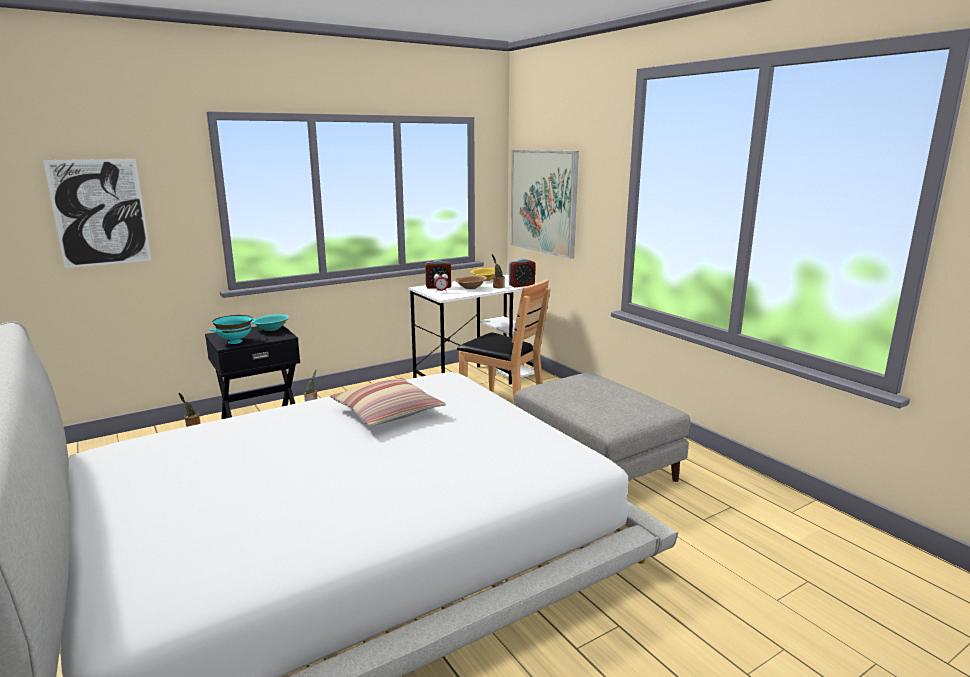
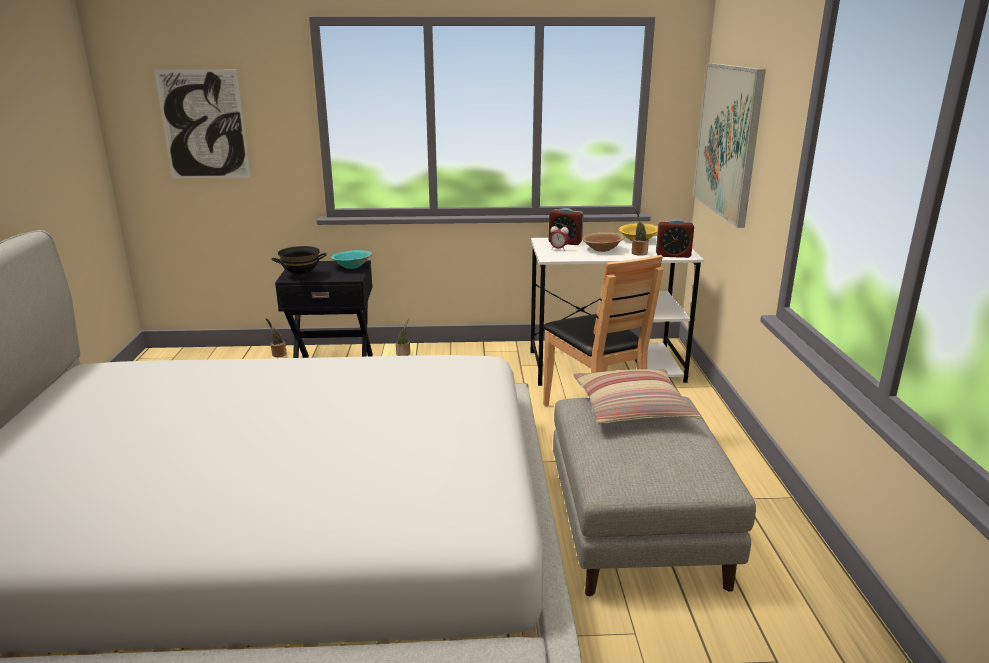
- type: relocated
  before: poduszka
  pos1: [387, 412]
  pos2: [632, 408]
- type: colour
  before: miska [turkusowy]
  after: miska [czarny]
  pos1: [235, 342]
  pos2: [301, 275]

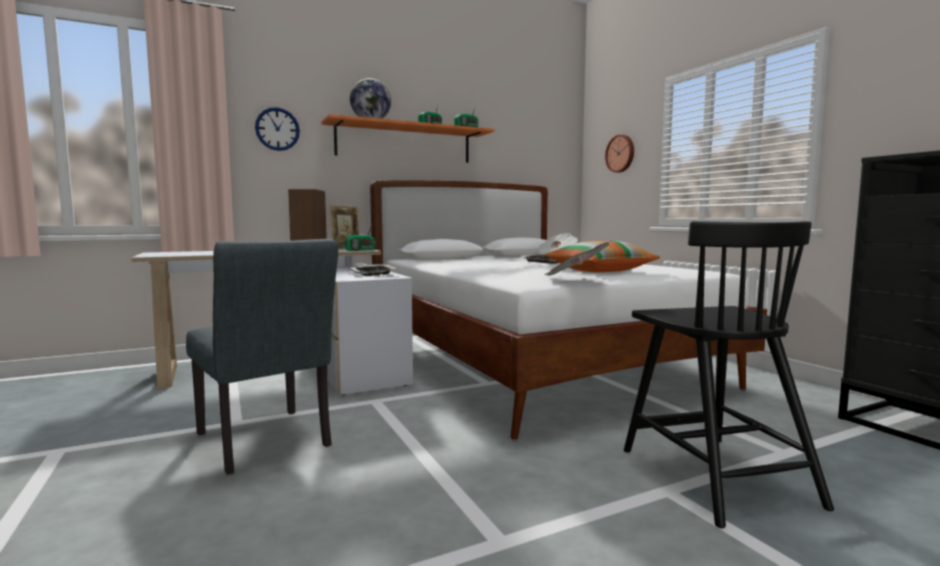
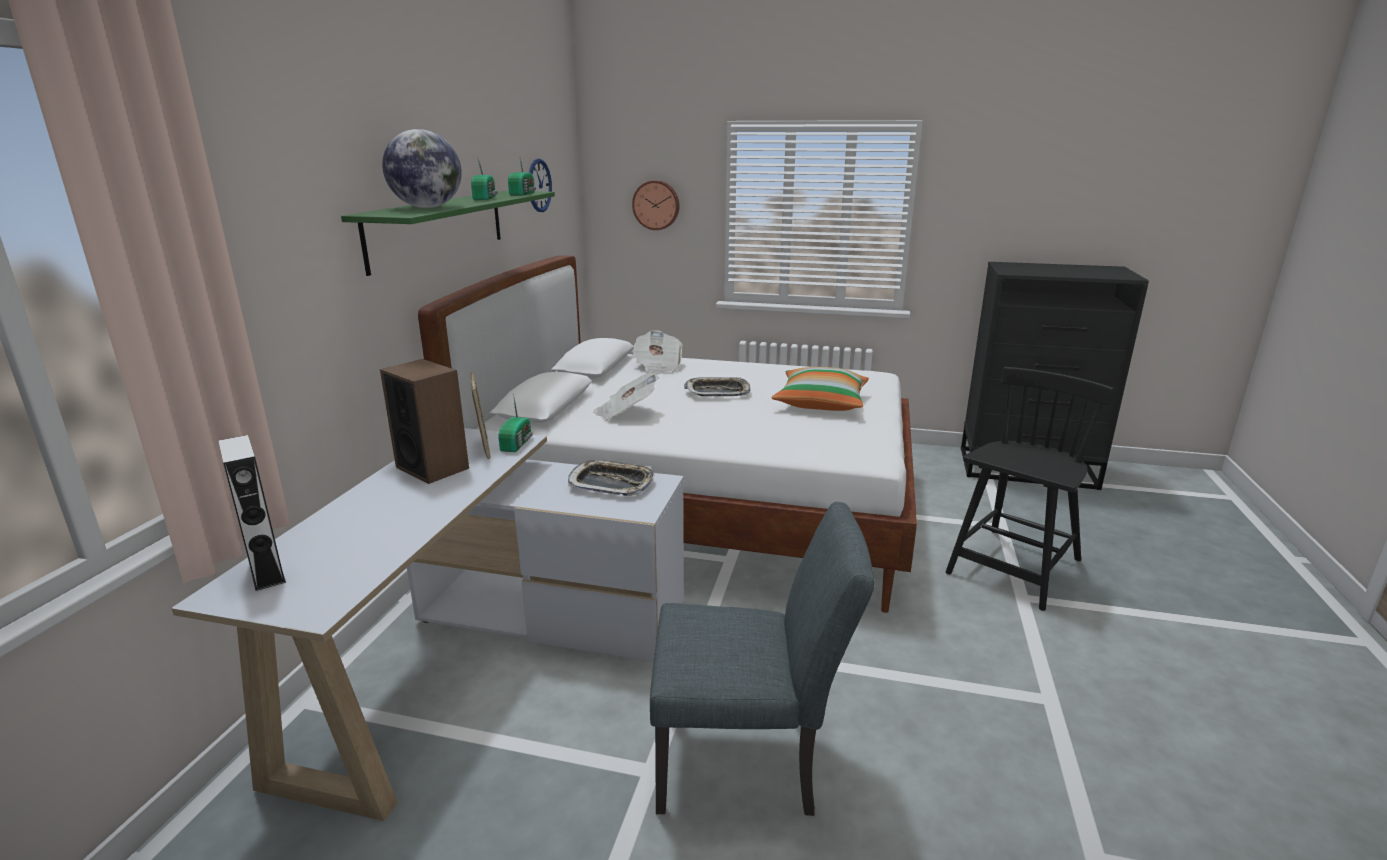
- type: appeared
  after: głośnik [biały]
  pos2: [266, 571]
- type: relocated
  before: zegar ścienny
  pos1: [277, 129]
  pos2: [539, 185]
- type: relocated
  before: gazeta
  pos1: [575, 278]
  pos2: [626, 413]
- type: colour
  before: półka [pomarańczowy]
  after: półka [zielony]
  pos1: [405, 143]
  pos2: [439, 228]
- type: spun
  before: krzesło [czarny]
  pos1: [714, 475]
  pos2: [1014, 568]
  turn: -75

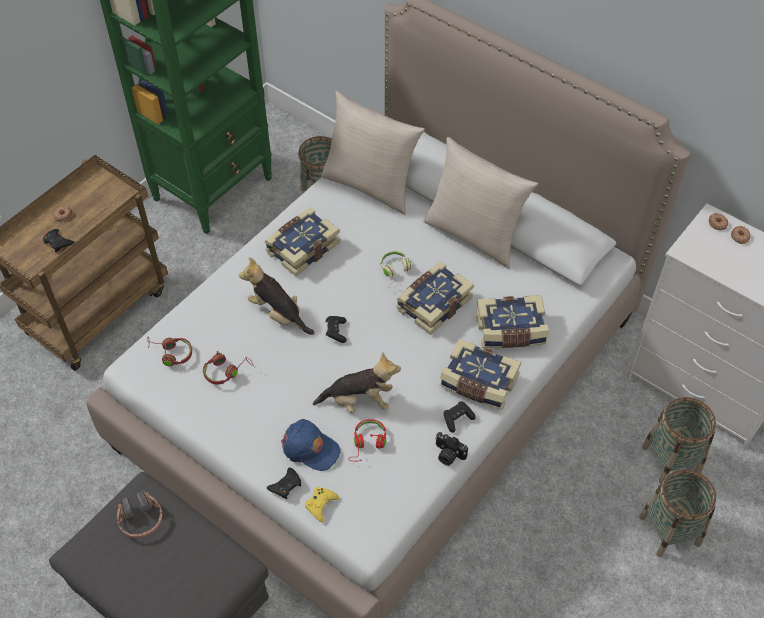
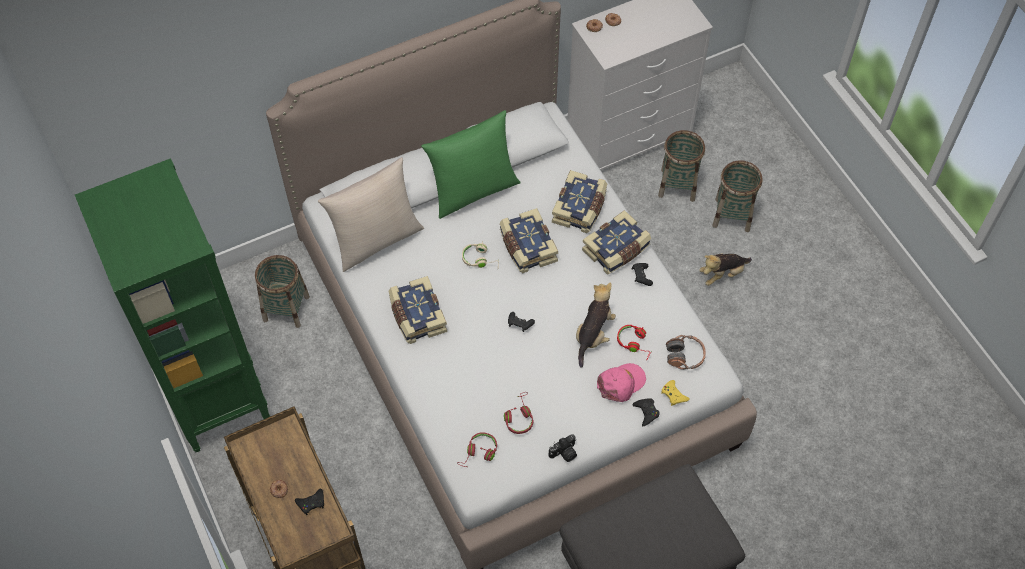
- type: relocated
  before: słuchawki
  pos1: [141, 519]
  pos2: [685, 356]
- type: relocated
  before: pluszak
  pos1: [278, 314]
  pos2: [722, 274]
- type: relocated
  before: aparat fotograficzny
  pos1: [448, 455]
  pos2: [564, 453]
- type: colour
  before: czapka z daszkiem [niebieski]
  after: czapka z daszkiem [różowy]
  pos1: [310, 448]
  pos2: [621, 383]
- type: colour
  before: poduszka [beżowy]
  after: poduszka [zielony]
  pos1: [474, 235]
  pos2: [473, 190]

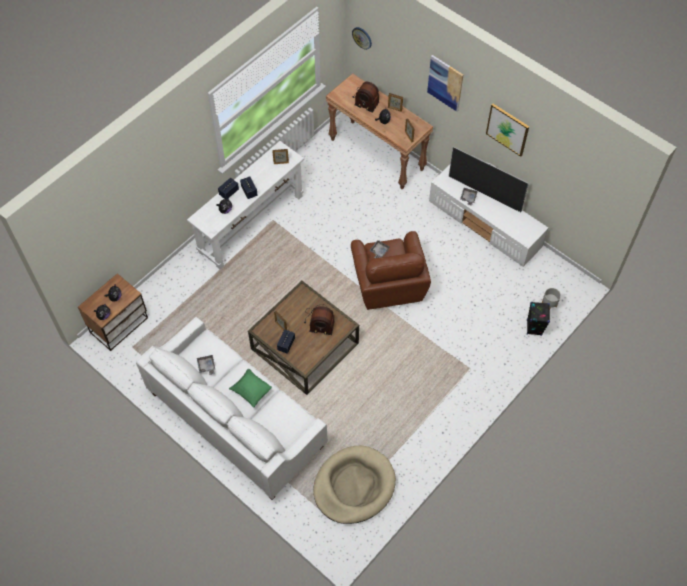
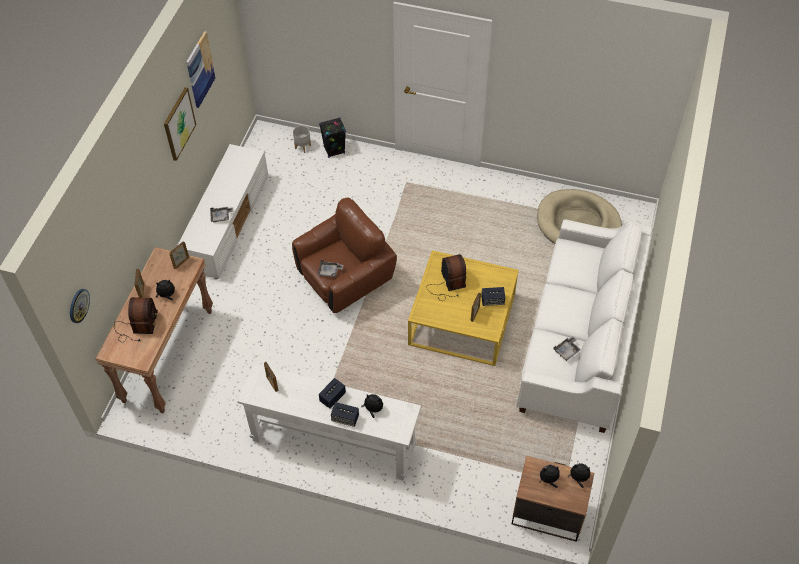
- type: missing
  before: poduszka [zielony]
  pos1: [251, 391]
- type: missing
  before: telewizor
  pos1: [484, 193]
- type: relocated
  before: obraz
  pos1: [445, 83]
  pos2: [200, 69]
- type: colour
  before: ława [brązowy]
  after: ława [żółty]
  pos1: [304, 346]
  pos2: [462, 320]

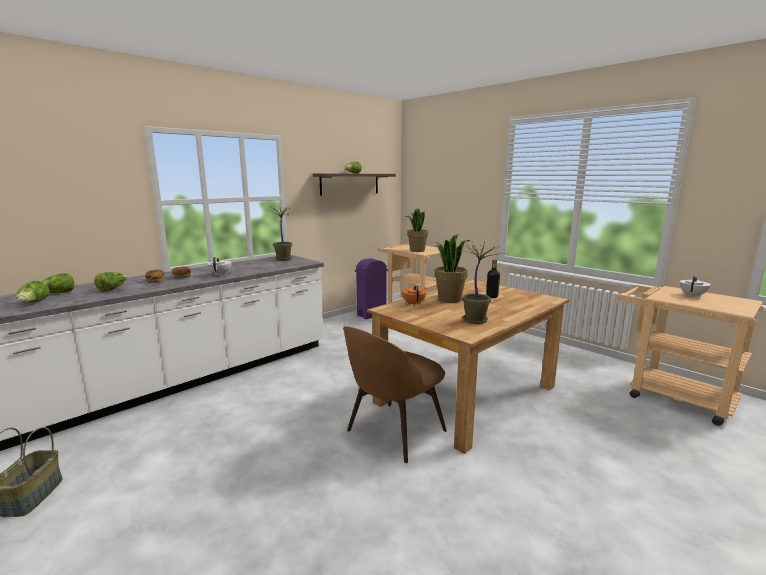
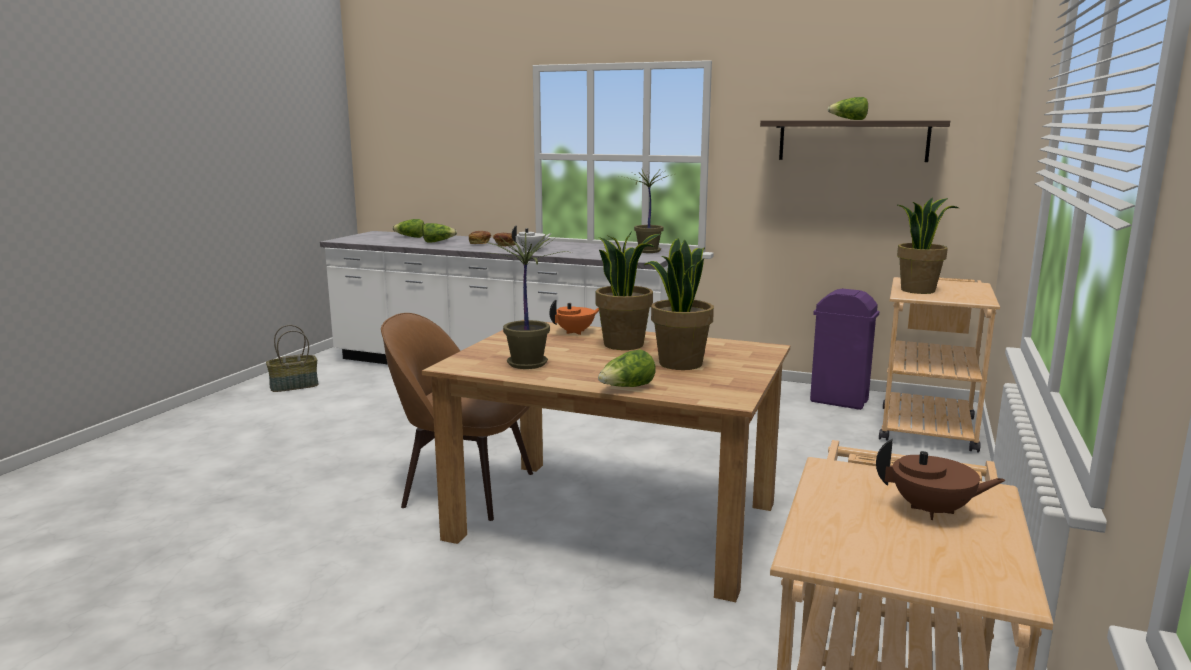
- type: relocated
  before: sałata
  pos1: [33, 303]
  pos2: [627, 388]
- type: exchanged
  before: butelka [czarny]
  after: roślina doniczkowa
  pos1: [492, 296]
  pos2: [679, 363]
- type: colour
  before: imbryk [biały]
  after: imbryk [brązowy]
  pos1: [692, 295]
  pos2: [932, 511]

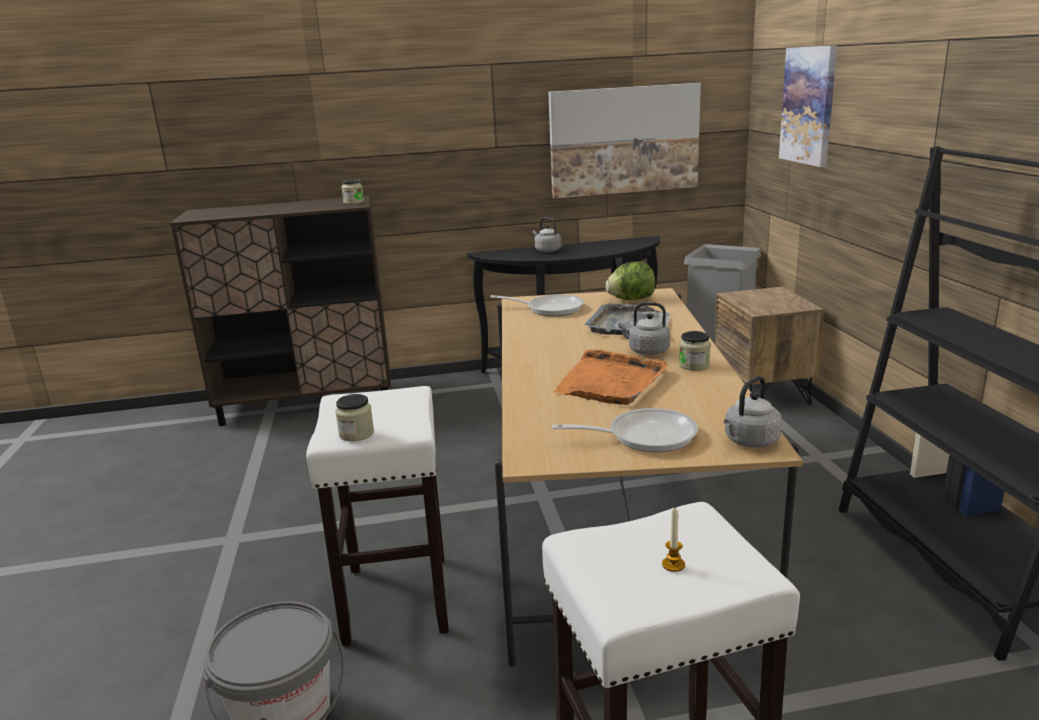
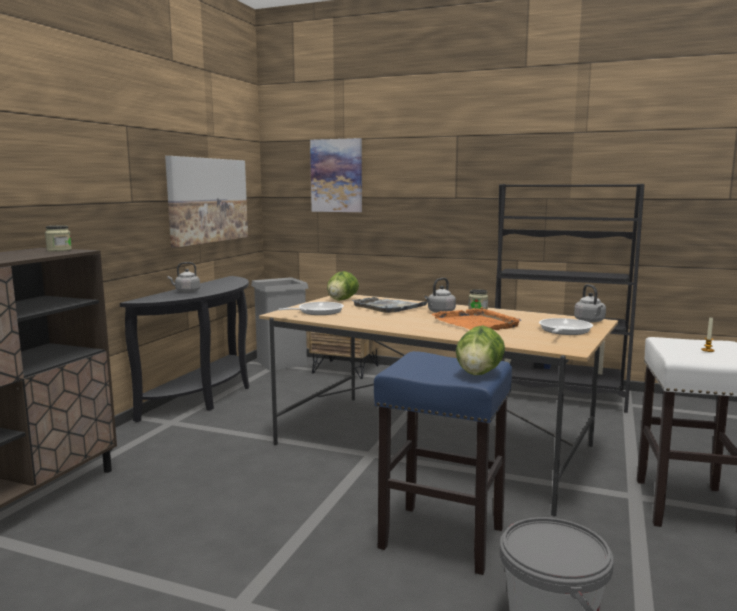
- type: exchanged
  before: słoik
  after: sałata
  pos1: [356, 434]
  pos2: [479, 373]
- type: colour
  before: stołek [biały]
  after: stołek [niebieski]
  pos1: [396, 597]
  pos2: [440, 537]

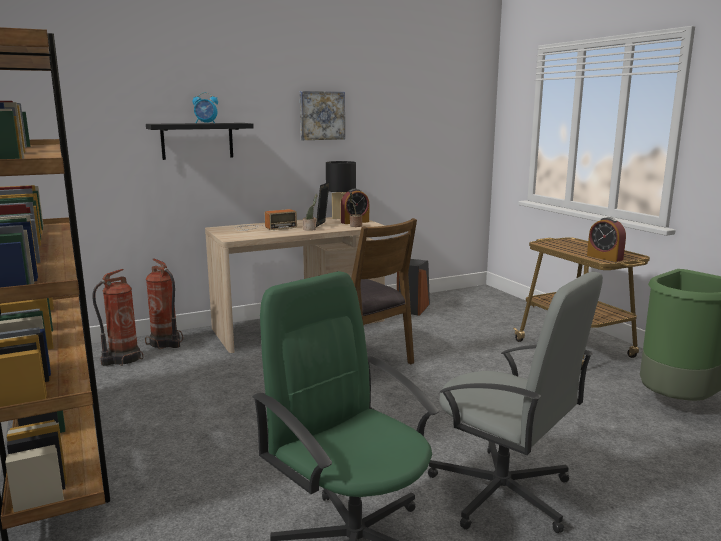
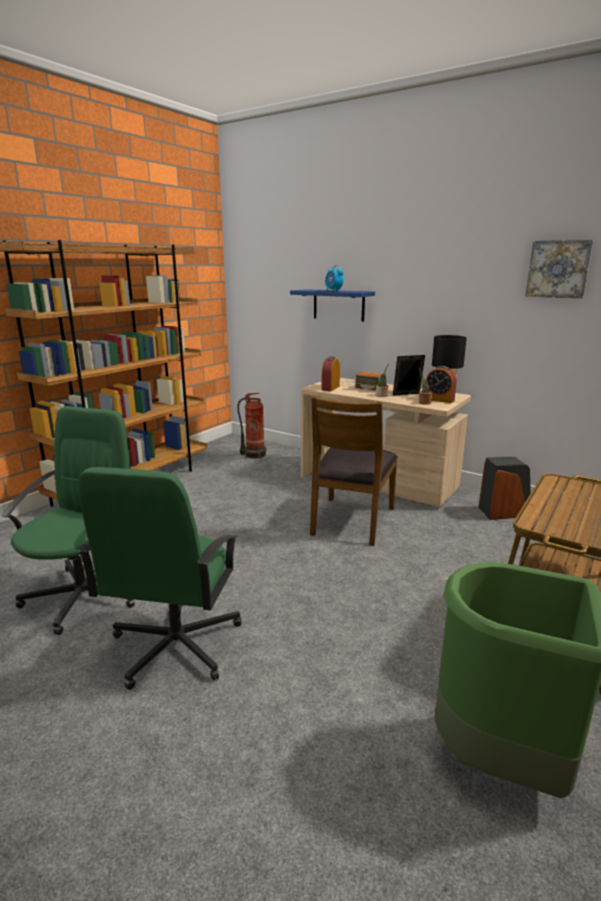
- type: missing
  before: gaśnica
  pos1: [165, 344]
- type: relocated
  before: obraz
  pos1: [321, 115]
  pos2: [558, 269]
- type: relocated
  before: budzik
  pos1: [604, 257]
  pos2: [330, 388]
- type: colour
  before: półka [czarny]
  after: półka [niebieski]
  pos1: [197, 141]
  pos2: [338, 305]
- type: colour
  before: krzesło biurowe [szary]
  after: krzesło biurowe [zielony]
  pos1: [503, 493]
  pos2: [175, 645]

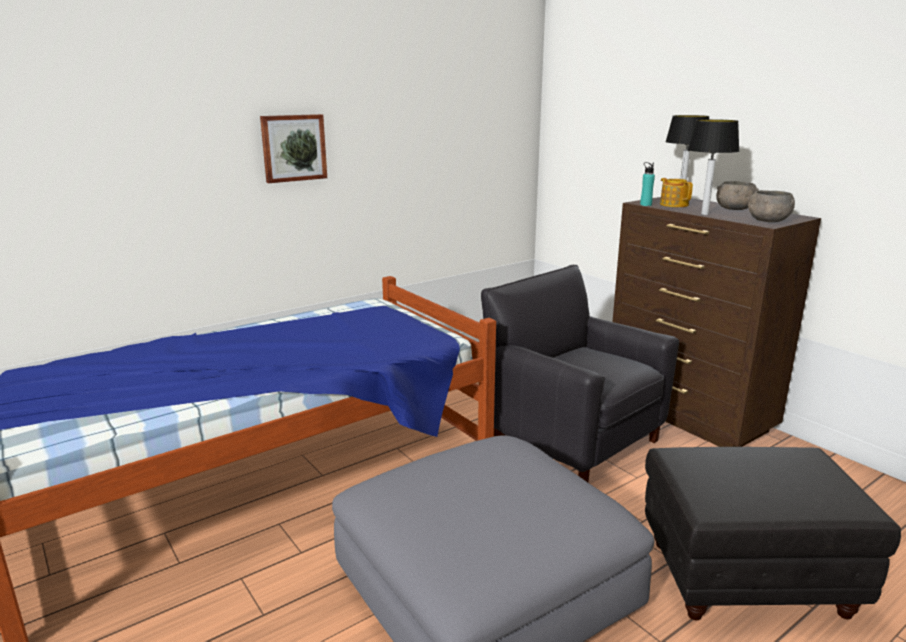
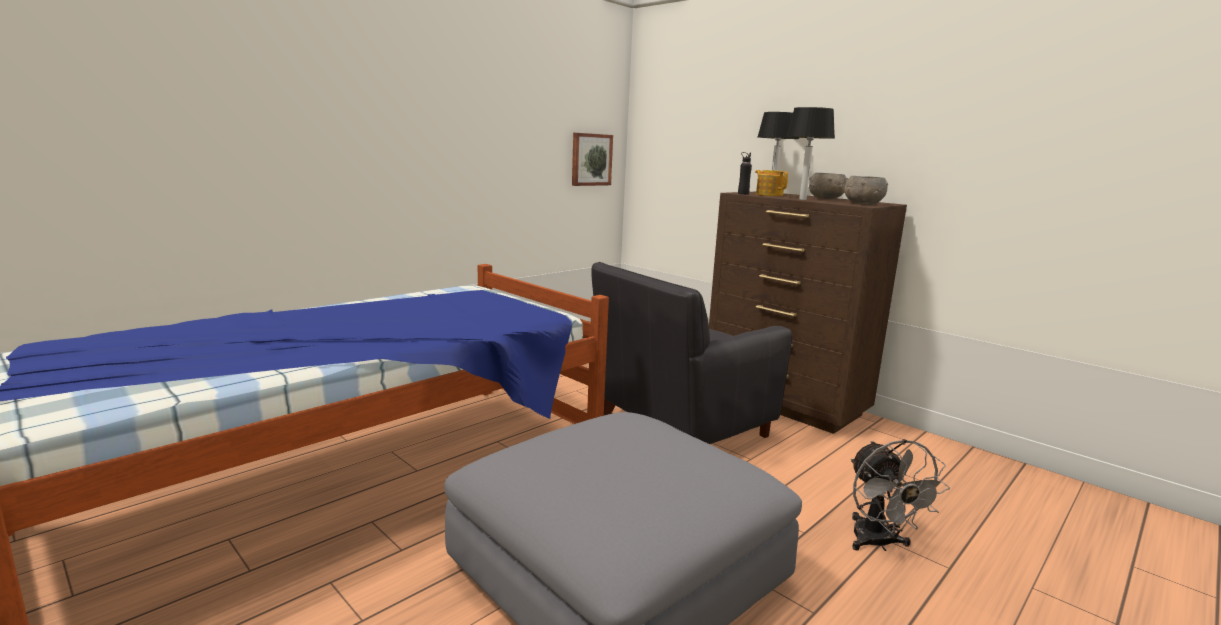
- type: relocated
  before: obraz
  pos1: [293, 148]
  pos2: [591, 159]
- type: exchanged
  before: pufa [czarny]
  after: wentylator [szary]
  pos1: [745, 576]
  pos2: [878, 544]
- type: colour
  before: butelka [turkusowy]
  after: butelka [czarny]
  pos1: [645, 205]
  pos2: [743, 194]
- type: spun
  before: fotel [czarny]
  pos1: [572, 439]
  pos2: [678, 427]
  turn: -75

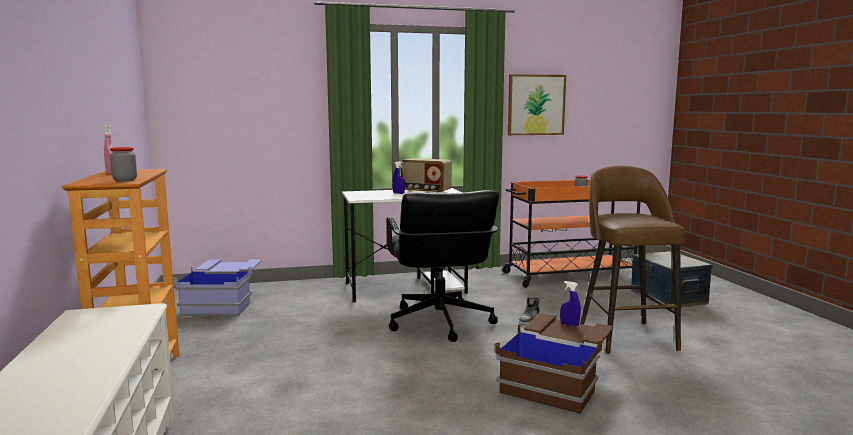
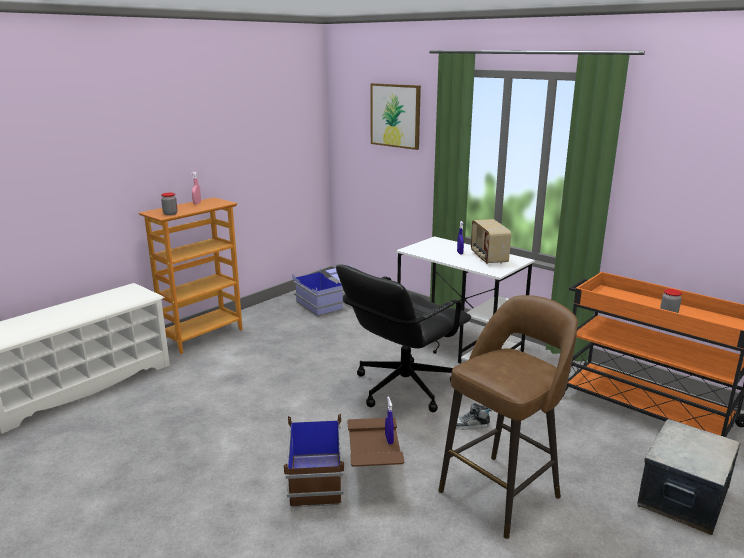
- type: relocated
  before: obraz
  pos1: [536, 105]
  pos2: [395, 115]

